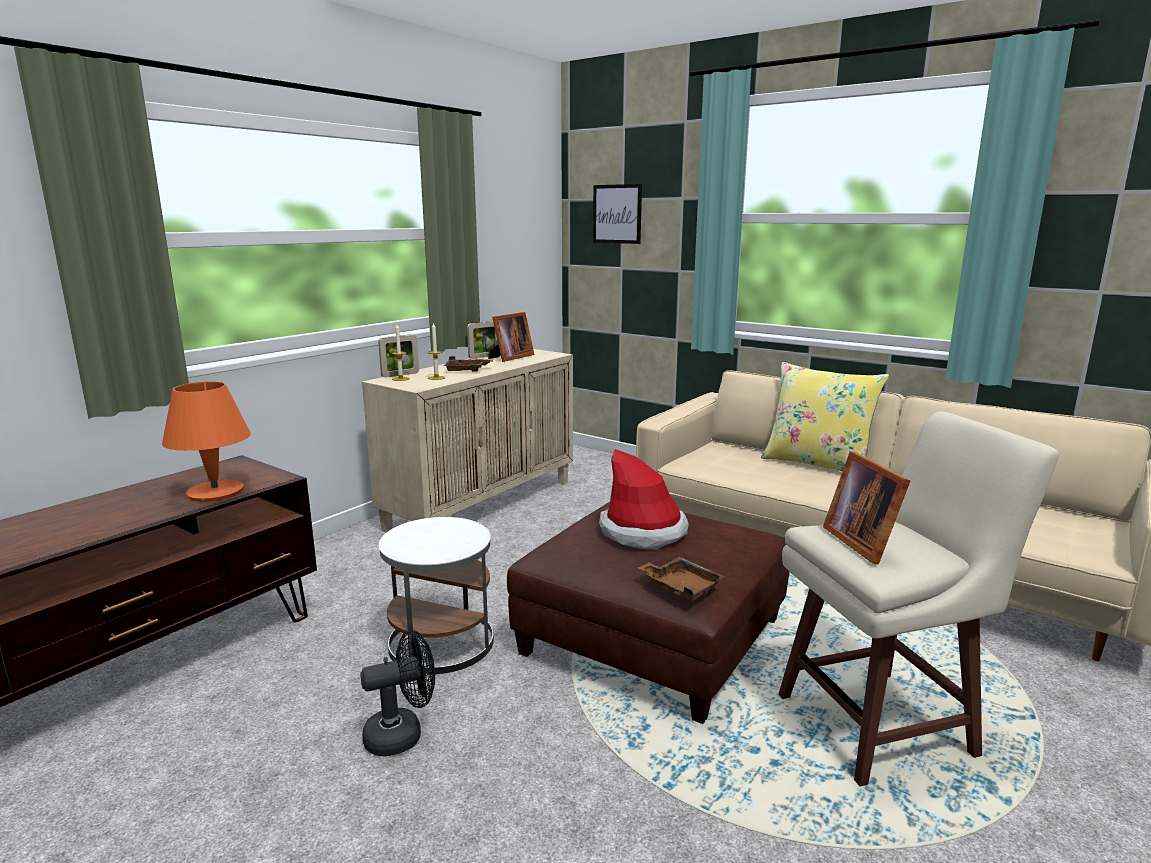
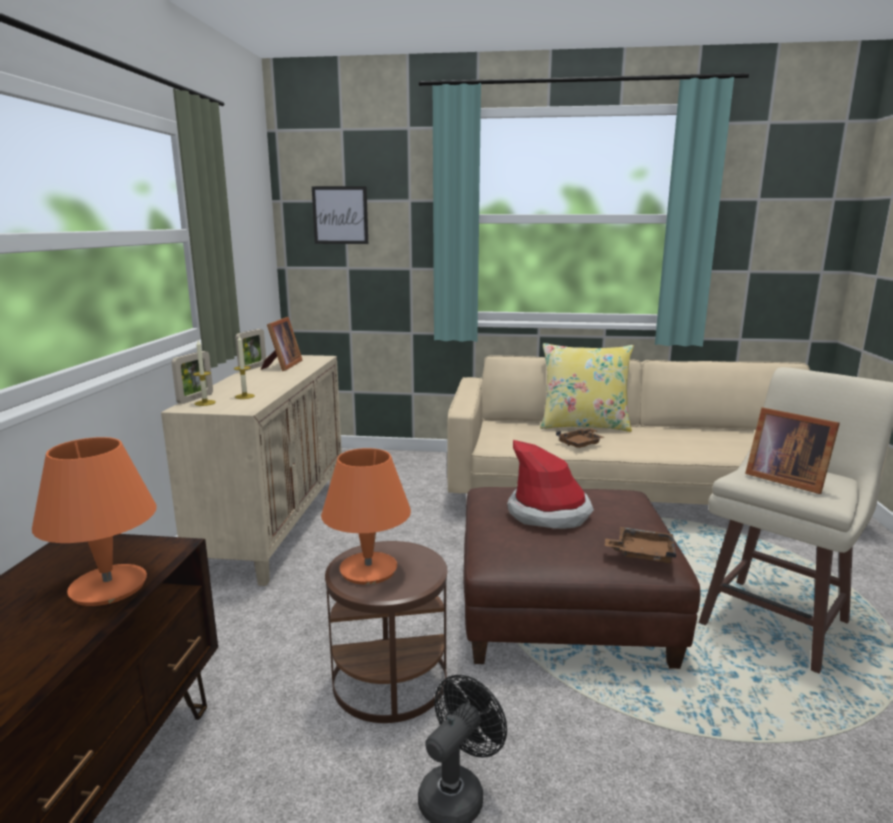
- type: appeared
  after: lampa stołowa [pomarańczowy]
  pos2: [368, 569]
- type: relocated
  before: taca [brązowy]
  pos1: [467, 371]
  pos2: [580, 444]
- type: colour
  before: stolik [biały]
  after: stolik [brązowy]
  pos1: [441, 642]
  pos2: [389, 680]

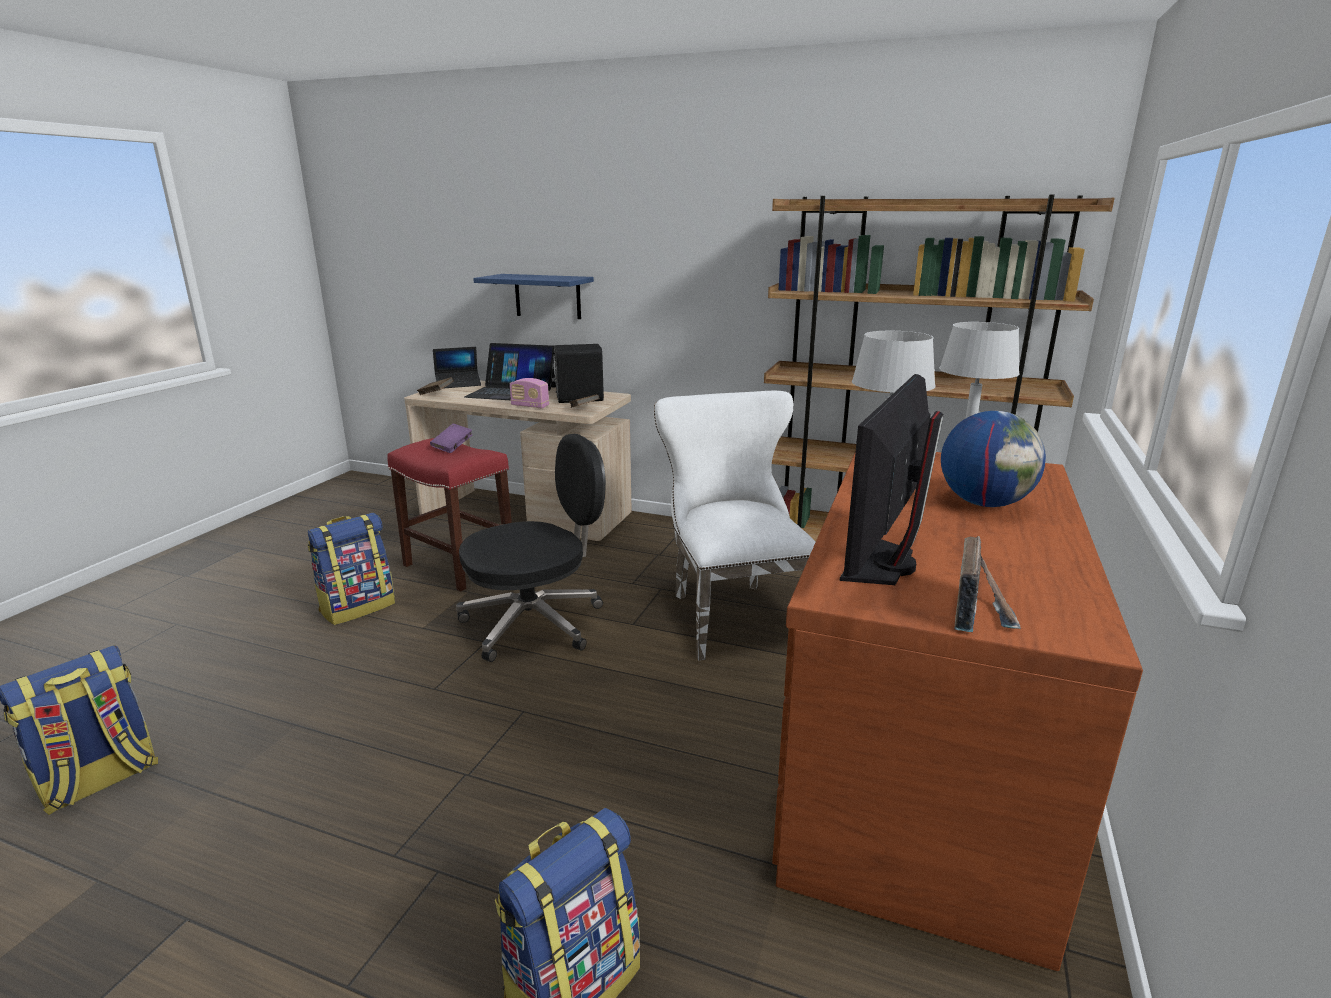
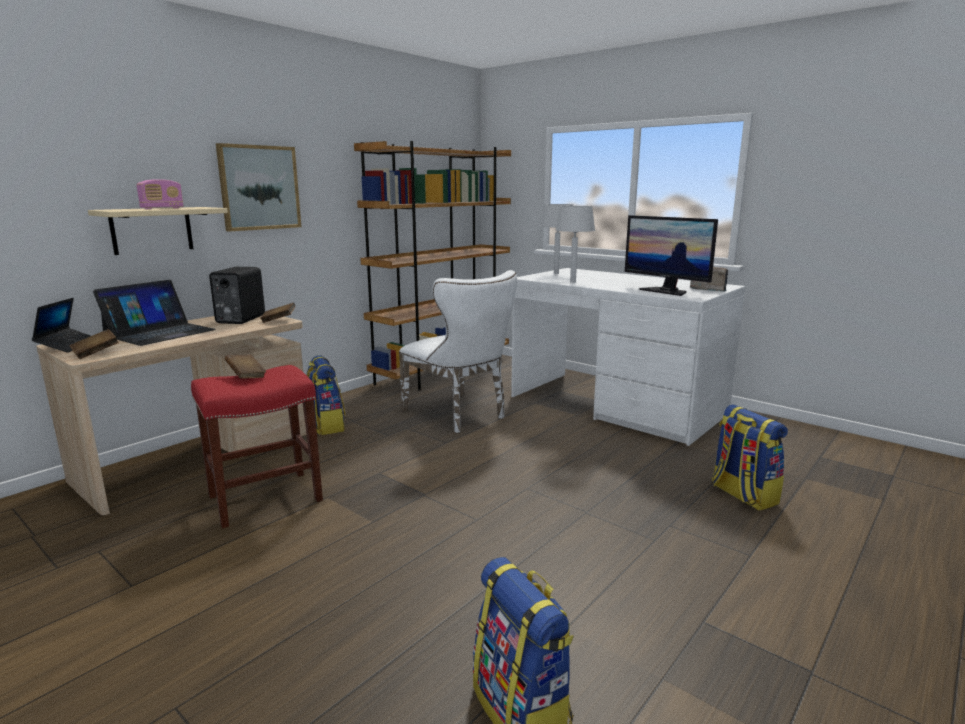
- type: missing
  before: krzesło biurowe [czarny]
  pos1: [536, 622]
- type: missing
  before: globus
  pos1: [984, 503]
- type: appeared
  after: obraz
  pos2: [259, 188]
- type: relocated
  before: plecak
  pos1: [358, 607]
  pos2: [326, 426]
- type: relocated
  before: radio
  pos1: [530, 406]
  pos2: [162, 208]
- type: colour
  before: książka [fioletowy]
  after: książka [brązowy]
  pos1: [452, 447]
  pos2: [246, 376]
- type: colour
  before: półka [niebieski]
  after: półka [beżowy]
  pos1: [547, 296]
  pos2: [152, 230]
- type: colour
  before: biurko [brązowy]
  after: biurko [biały]
  pos1: [917, 759]
  pos2: [615, 405]
- type: spun
  before: krzesło [biały]
  pos1: [731, 613]
  pos2: [460, 415]
  turn: -135

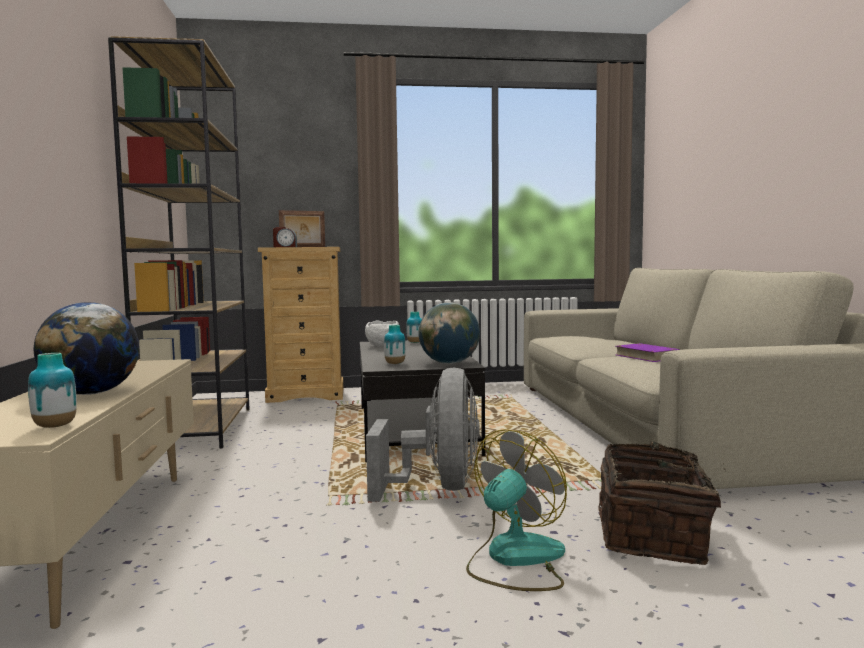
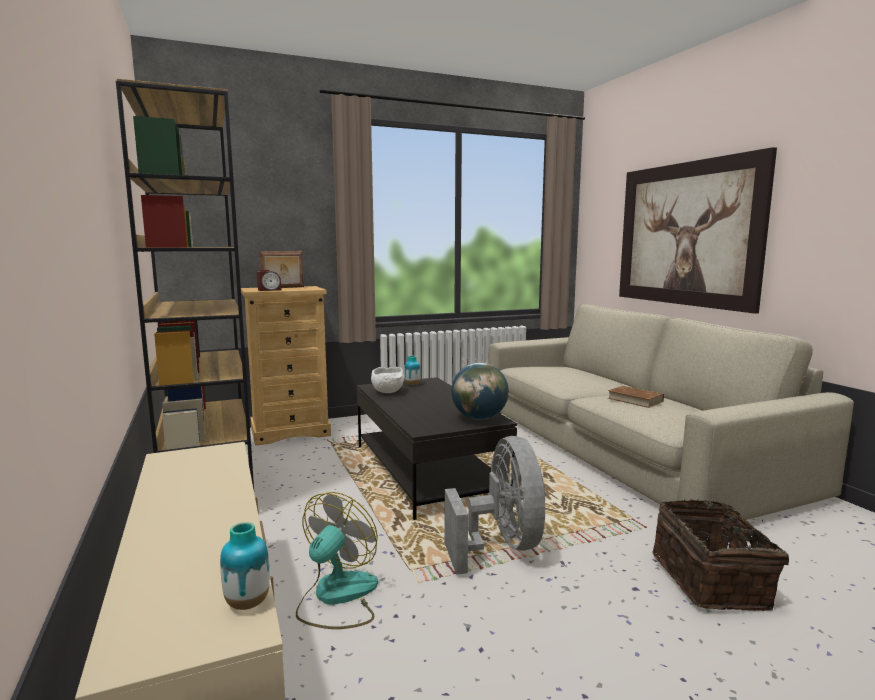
- type: missing
  before: globus
  pos1: [91, 393]
- type: missing
  before: wazon
  pos1: [395, 363]
- type: appeared
  after: obraz
  pos2: [686, 234]
- type: relocated
  before: wentylator
  pos1: [514, 559]
  pos2: [337, 597]
- type: colour
  before: książka [fioletowy]
  after: książka [brązowy]
  pos1: [646, 357]
  pos2: [635, 400]

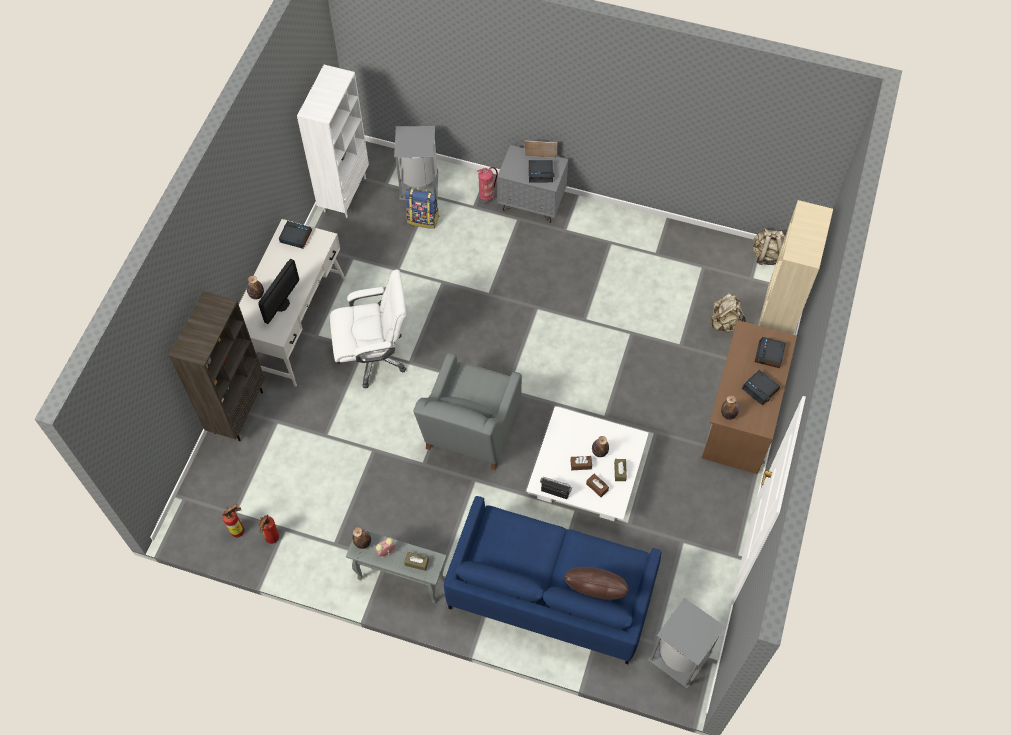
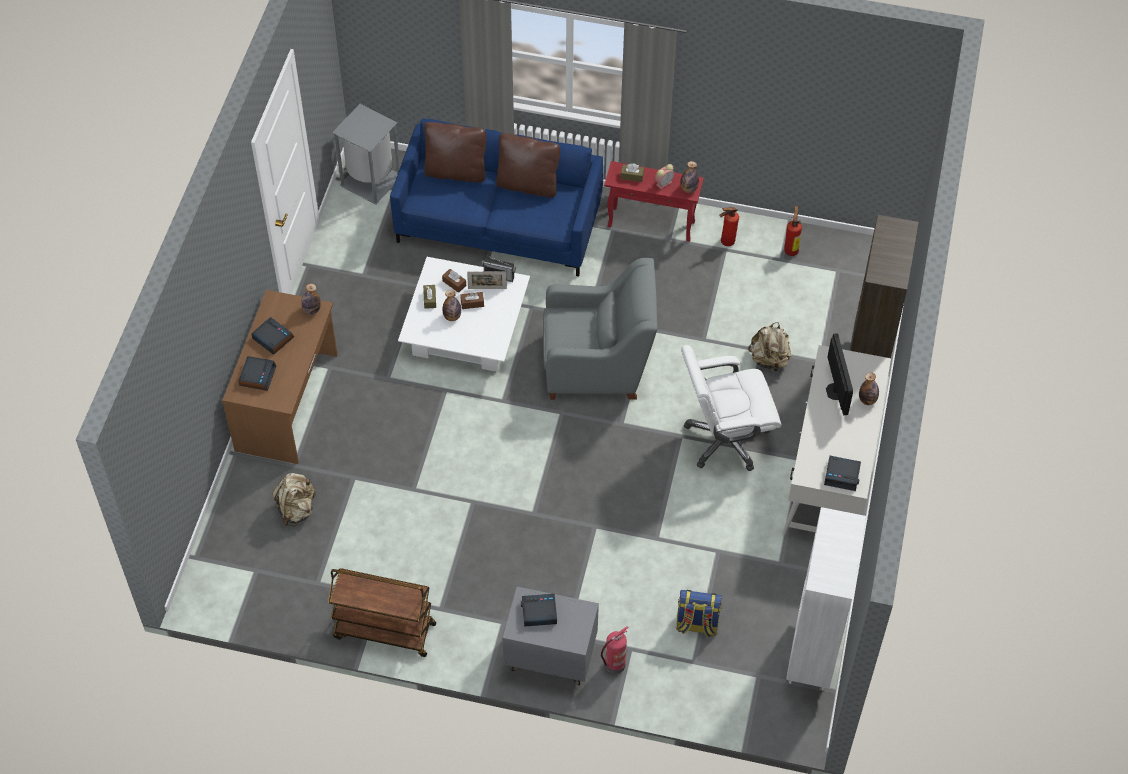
- type: missing
  before: kosz na śmieci [szary]
  pos1: [419, 184]
- type: missing
  before: regał [beżowy]
  pos1: [775, 326]
- type: appeared
  after: wózek [brązowy]
  pos2: [384, 631]
- type: appeared
  after: poduszka [brązowy]
  pos2: [528, 185]
- type: relocated
  before: gaśnica
  pos1: [240, 530]
  pos2: [725, 242]
- type: relocated
  before: ramka na zdjęcie
  pos1: [540, 156]
  pos2: [487, 288]
- type: relocated
  before: plecak [beżowy]
  pos1: [766, 255]
  pos2: [769, 360]
- type: colour
  before: stolik [szary]
  after: stolik [czerwony]
  pos1: [401, 579]
  pos2: [651, 224]
- type: spun
  before: monitor
  pos1: [281, 304]
  pos2: [834, 391]
  turn: 150
- type: spun
  before: fotel [szary]
  pos1: [471, 431]
  pos2: [598, 365]
  turn: 75

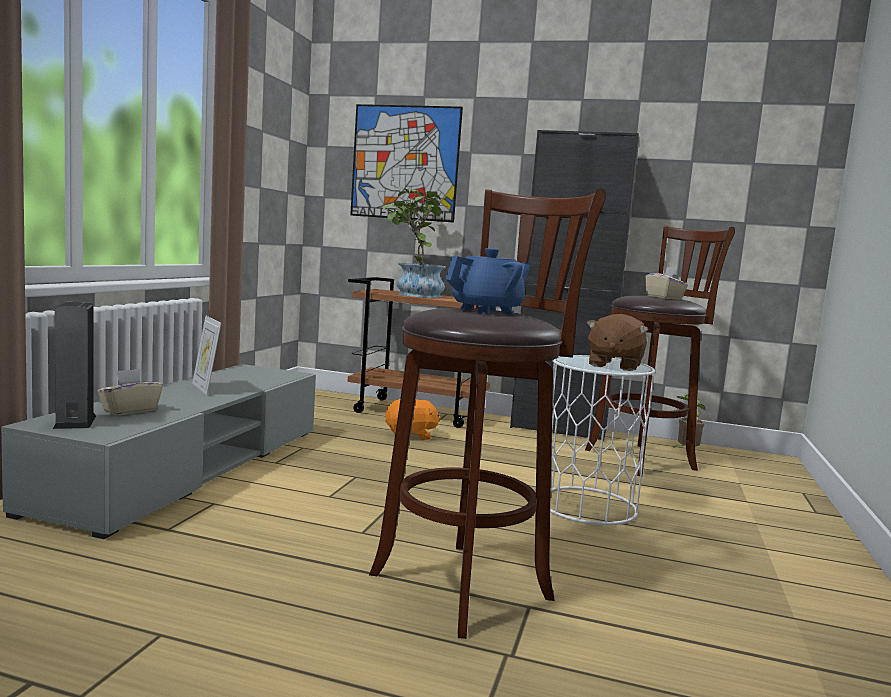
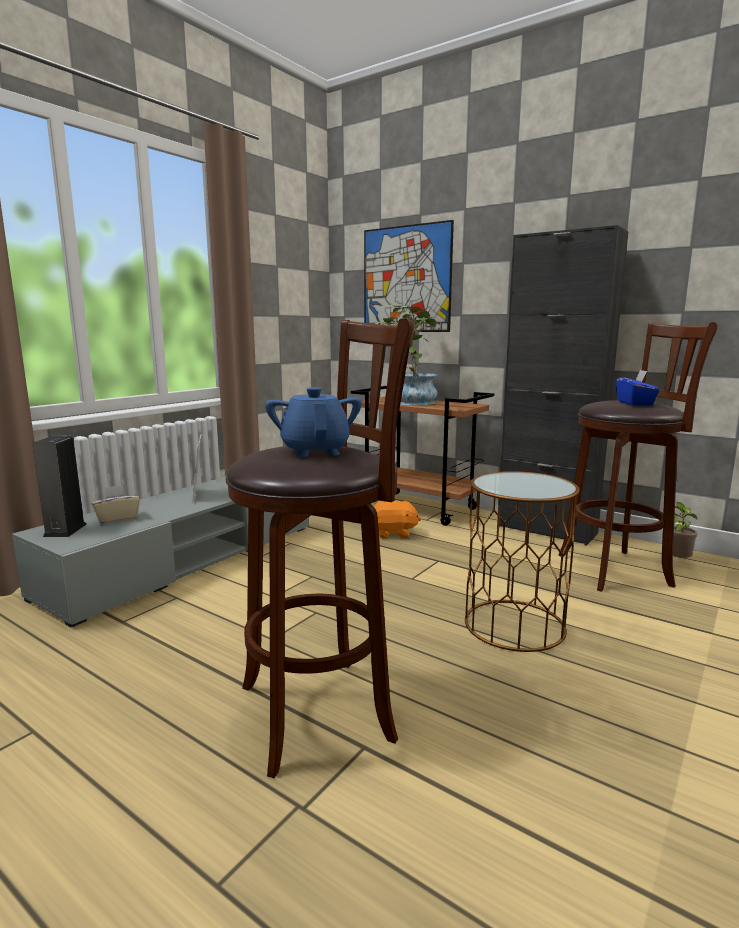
- type: missing
  before: pluszak [brązowy]
  pos1: [614, 365]
- type: colour
  before: stolik [biały]
  after: stolik [brązowy]
  pos1: [588, 505]
  pos2: [515, 625]
- type: colour
  before: pudełko chusteczek [beżowy]
  after: pudełko chusteczek [niebieski]
  pos1: [664, 298]
  pos2: [635, 403]
- type: spun
  before: imbryk [niebieski]
  pos1: [487, 311]
  pos2: [315, 451]
  turn: -90

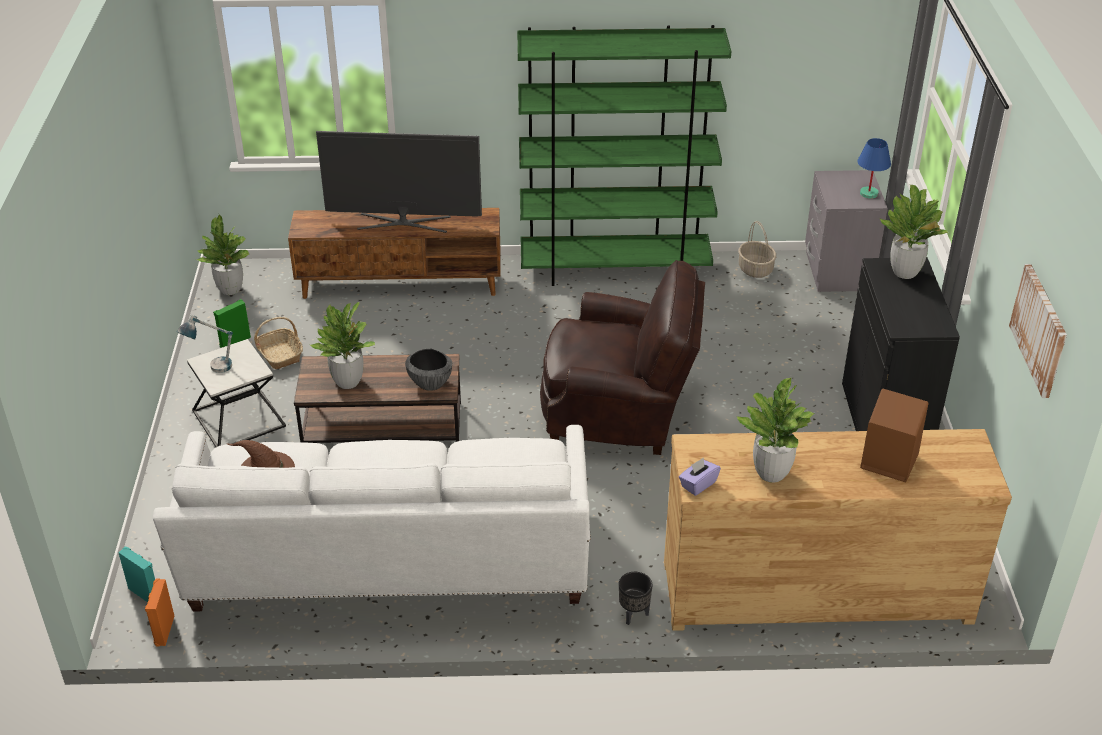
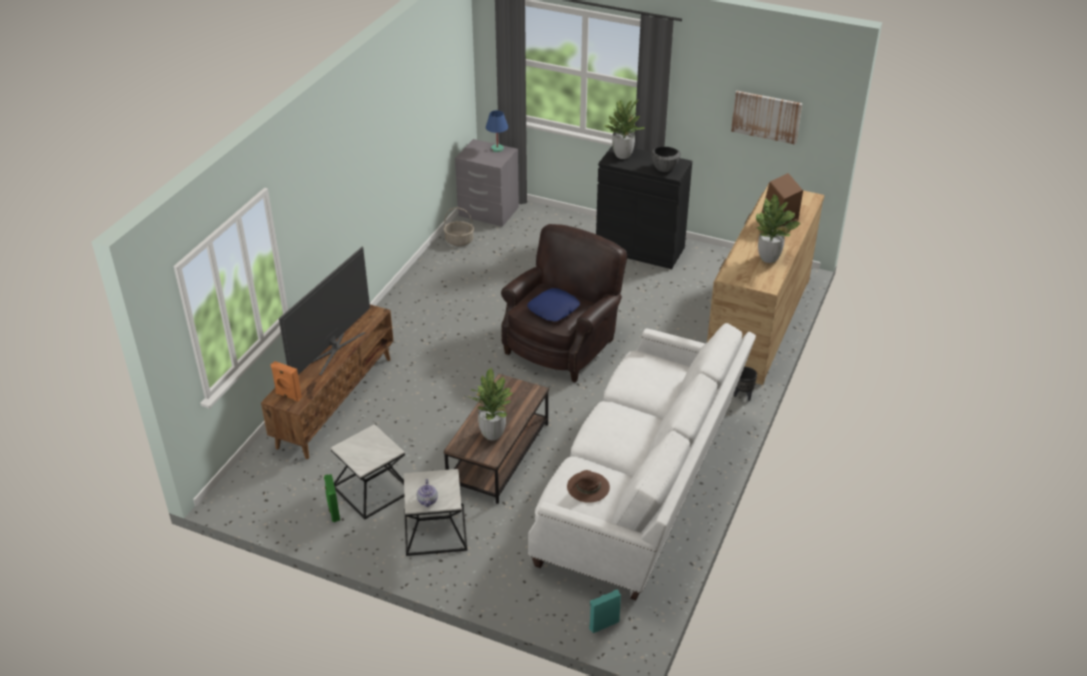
- type: missing
  before: roślina doniczkowa
  pos1: [230, 289]
- type: missing
  before: regał [zielony]
  pos1: [615, 269]
- type: missing
  before: pudełko chusteczek [fioletowy]
  pos1: [698, 484]
- type: appeared
  after: poduszka [niebieski]
  pos2: [554, 309]
- type: relocated
  before: głośnik [pomarańczowy]
  pos1: [163, 631]
  pos2: [288, 396]
- type: relocated
  before: miska
  pos1: [430, 384]
  pos2: [664, 169]
- type: exchanged
  before: lampa stołowa
  after: imbryk
  pos1: [212, 368]
  pos2: [428, 500]
- type: exchanged
  before: koszyk
  after: stolik
  pos1: [280, 354]
  pos2: [372, 489]

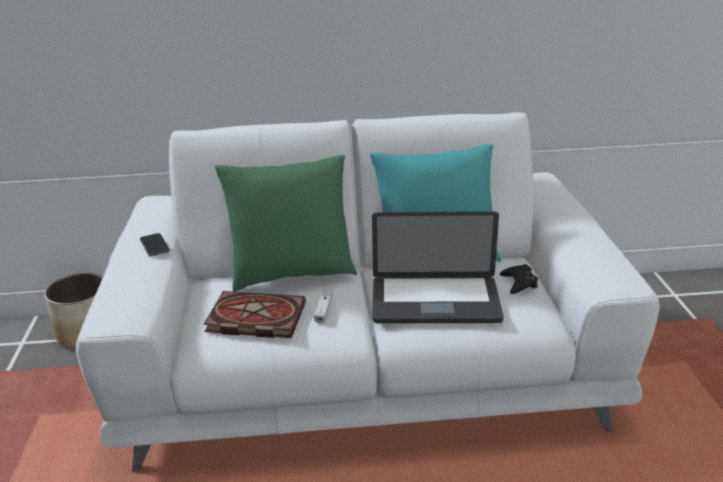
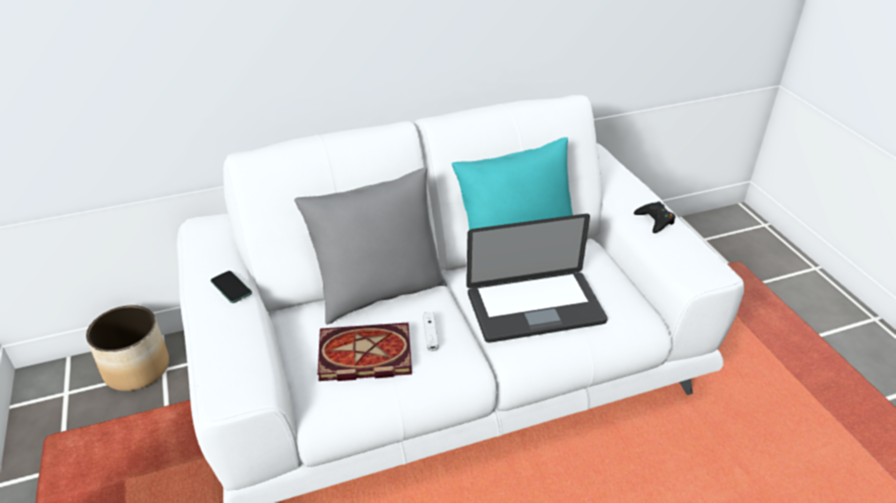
- type: relocated
  before: pad do gier [czarny]
  pos1: [519, 283]
  pos2: [655, 220]
- type: colour
  before: poduszka [zielony]
  after: poduszka [szary]
  pos1: [292, 274]
  pos2: [379, 293]

